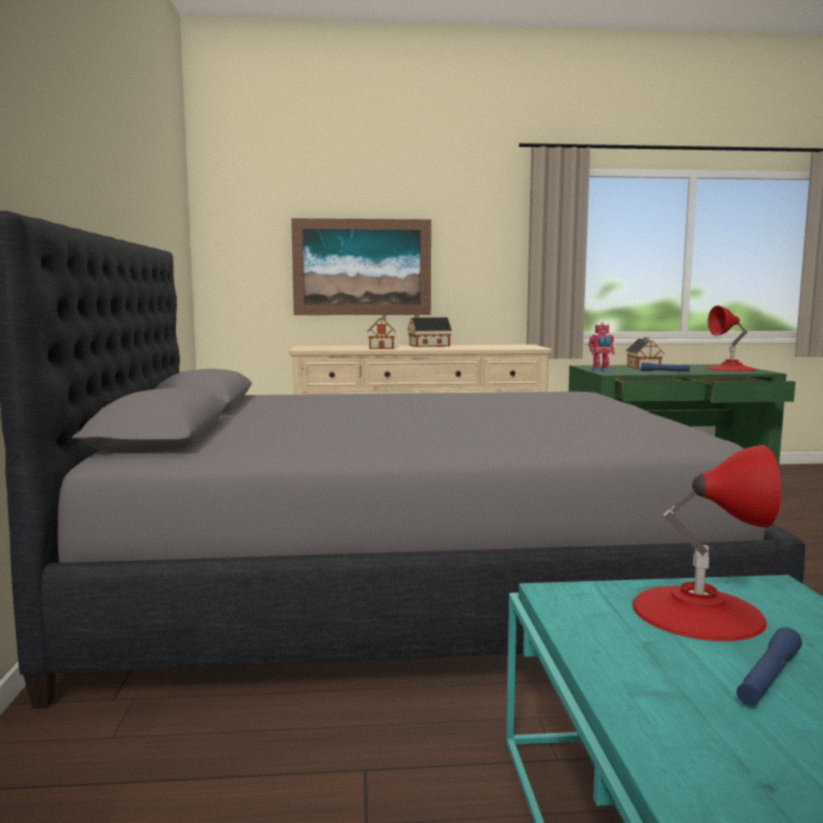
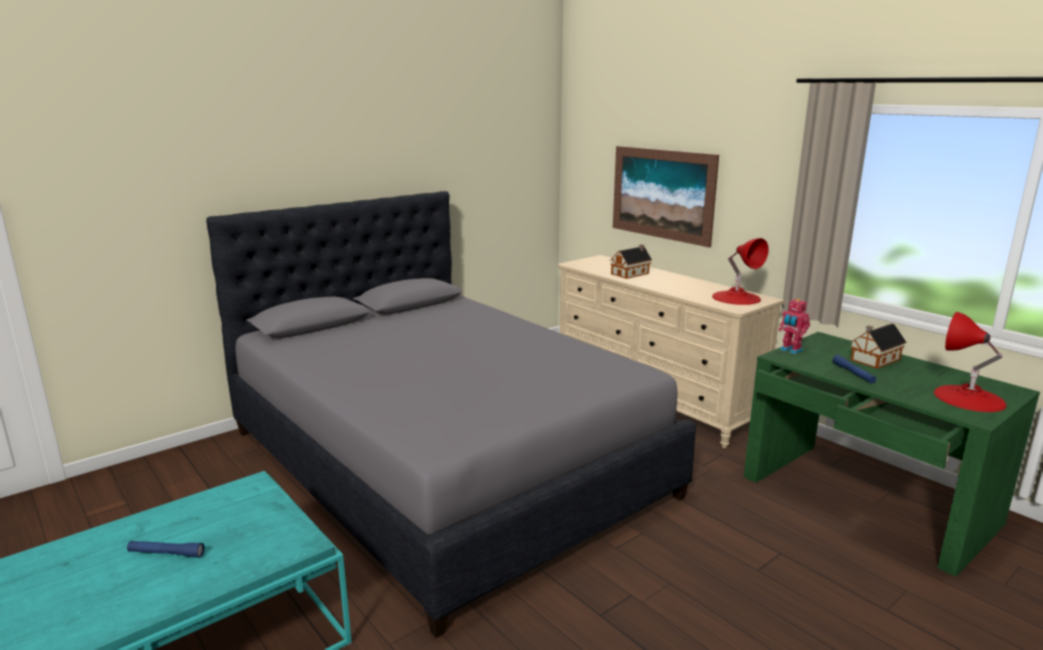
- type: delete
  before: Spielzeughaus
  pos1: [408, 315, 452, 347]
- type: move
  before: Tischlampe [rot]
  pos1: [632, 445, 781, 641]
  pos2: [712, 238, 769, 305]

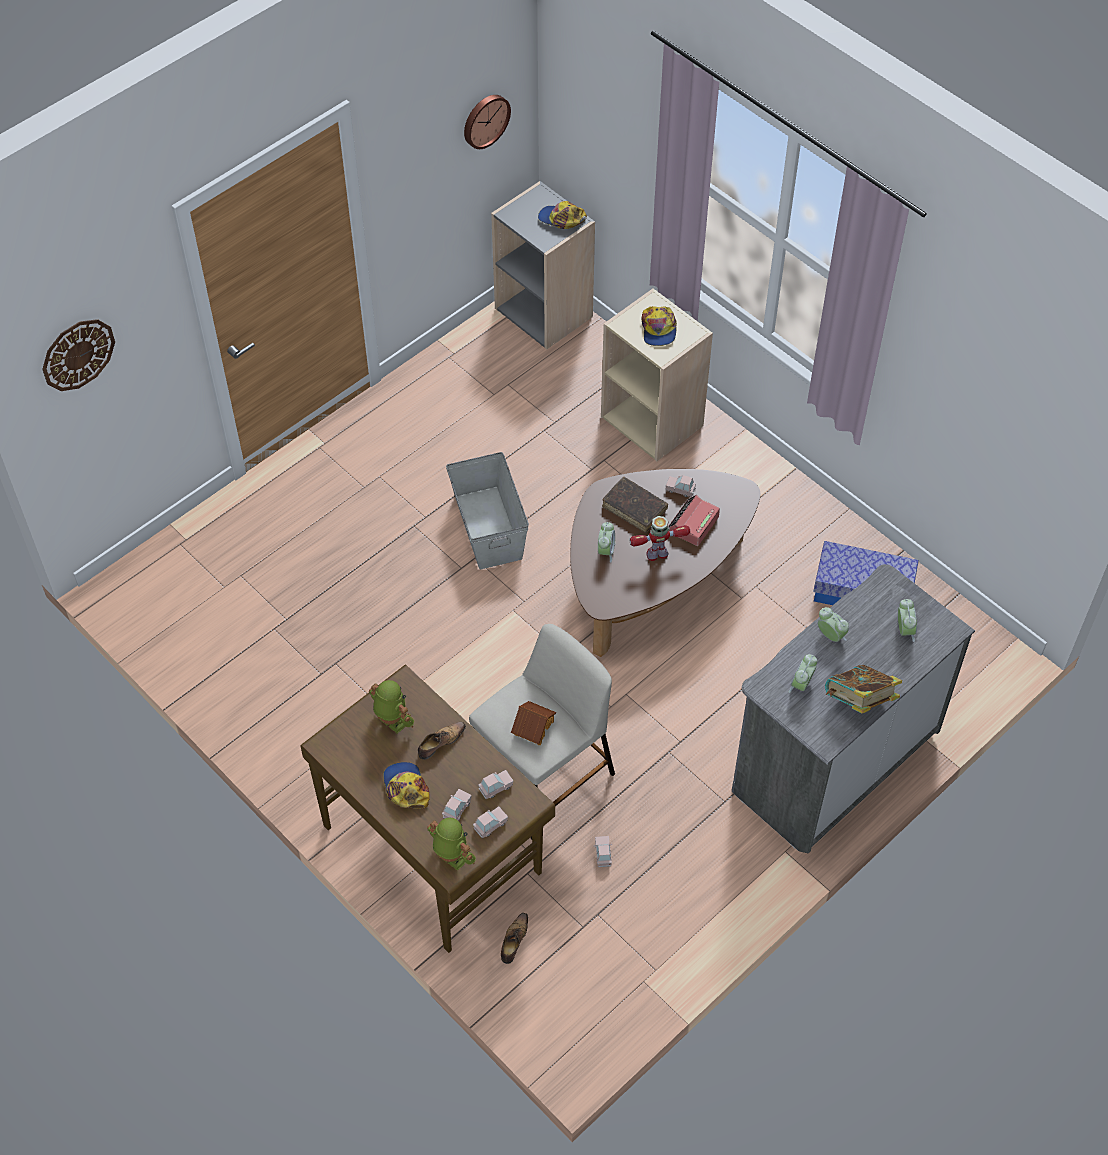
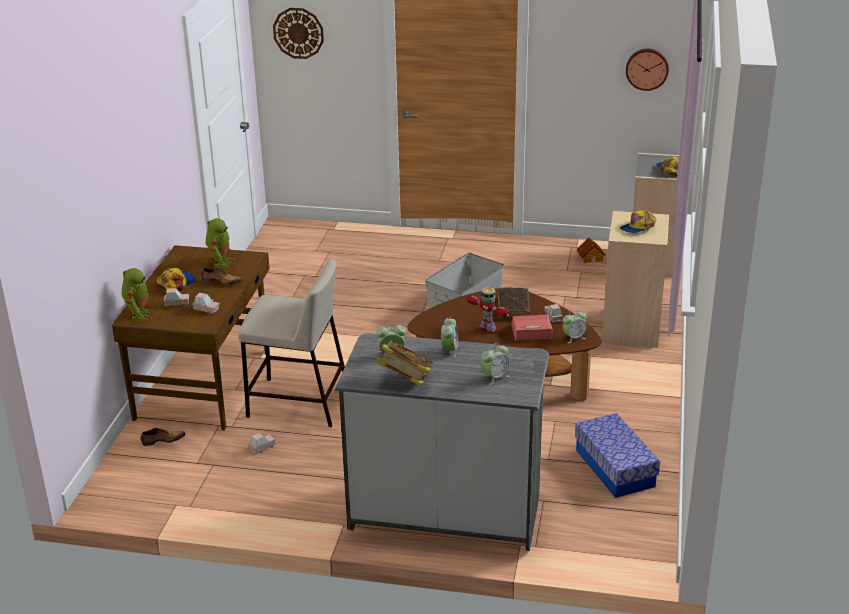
- type: move
  before: Wecker
  pos1: [598, 522, 616, 563]
  pos2: [563, 310, 586, 344]
- type: move
  before: Spielzeughaus
  pos1: [511, 701, 556, 745]
  pos2: [576, 237, 606, 263]
- type: delete
  before: Spielzeugauto [rosa]
  pos1: [473, 806, 508, 838]

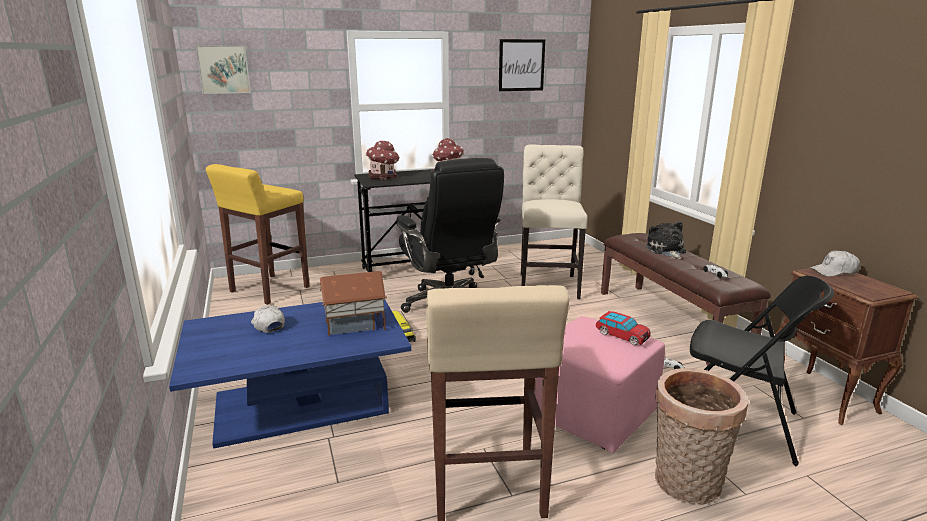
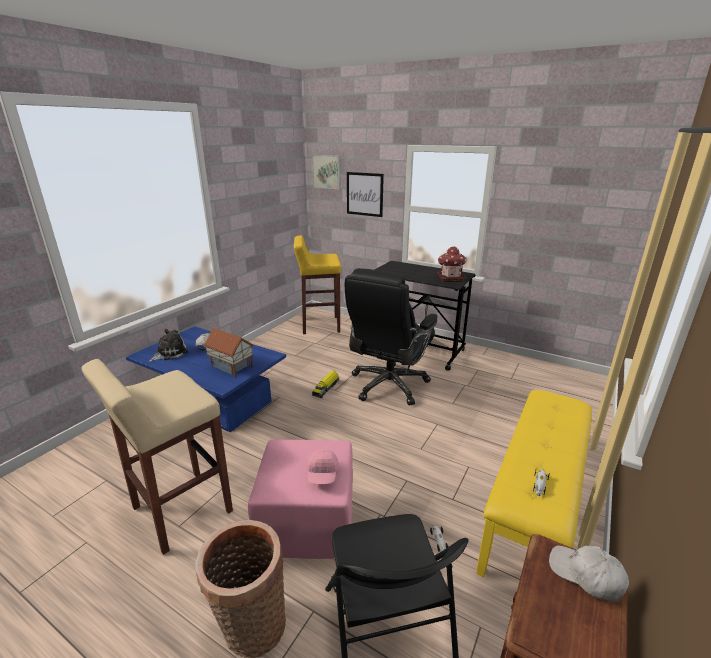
- type: move
  before: Bild
  pos1: [499, 39, 545, 91]
  pos2: [347, 172, 384, 217]
- type: delete
  before: Spielzeughaus
  pos1: [366, 141, 400, 180]
- type: delete
  before: Hocker [beige]
  pos1: [521, 145, 588, 299]
- type: move
  before: Plüschtier
  pos1: [646, 222, 686, 259]
  pos2: [149, 329, 189, 362]
- type: recolor
  before: Bank [braun]
  after: Bank [gelb]
  pos1: [601, 233, 771, 366]
  pos2: [476, 390, 592, 577]
- type: replace
  before: Spielzeugauto
  after: Kappe [rosa]
  pos1: [596, 311, 651, 345]
  pos2: [307, 449, 339, 484]

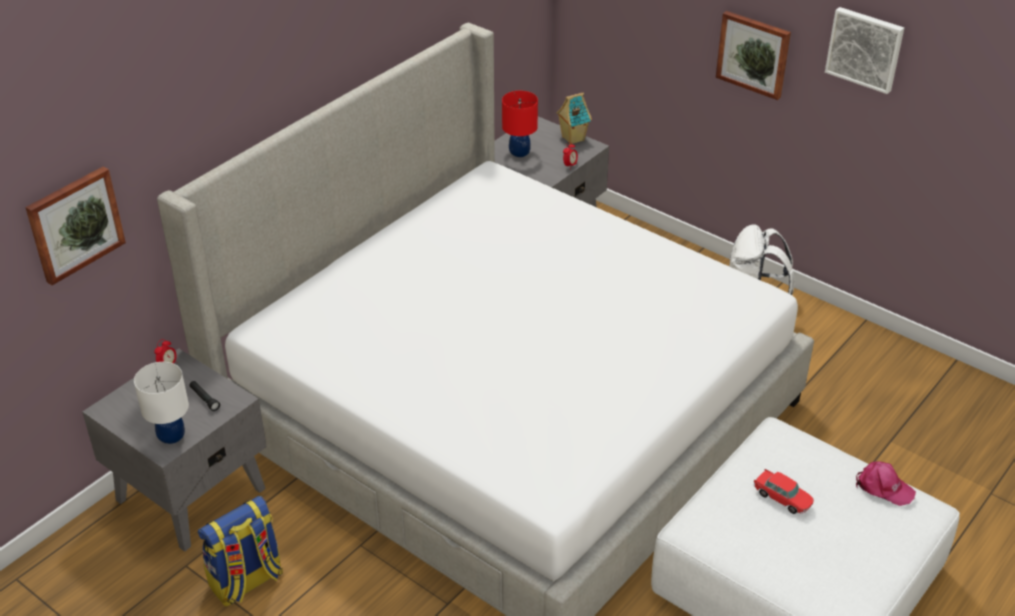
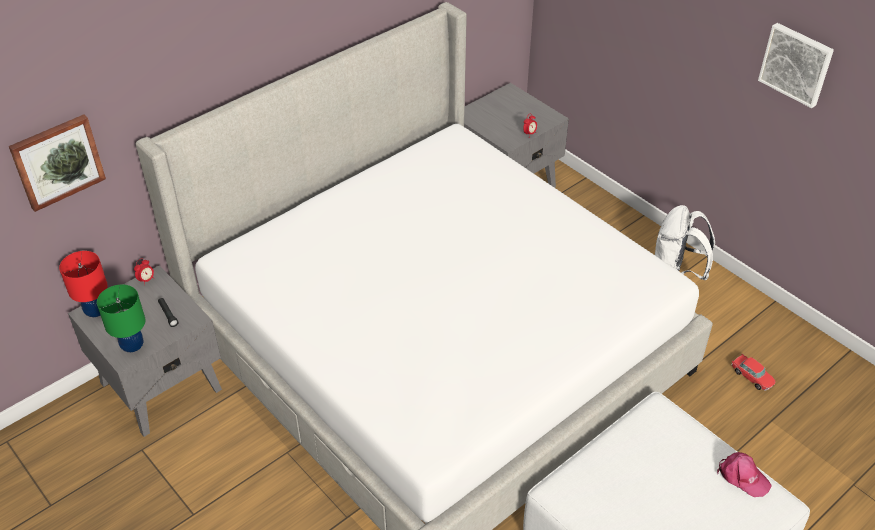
- type: delete
  before: Bild
  pos1: [716, 11, 791, 100]
- type: move
  before: Tischlampe [rot]
  pos1: [502, 91, 538, 157]
  pos2: [59, 251, 108, 317]
- type: delete
  before: Spielzeughaus
  pos1: [556, 92, 592, 145]
- type: recolor
  before: Tischlampe [weiß]
  after: Tischlampe [grün]
  pos1: [134, 362, 189, 444]
  pos2: [97, 285, 145, 353]
- type: move
  before: Spielzeugauto
  pos1: [754, 469, 814, 514]
  pos2: [731, 354, 775, 391]
- type: delete
  before: Rucksack
  pos1: [198, 496, 283, 607]

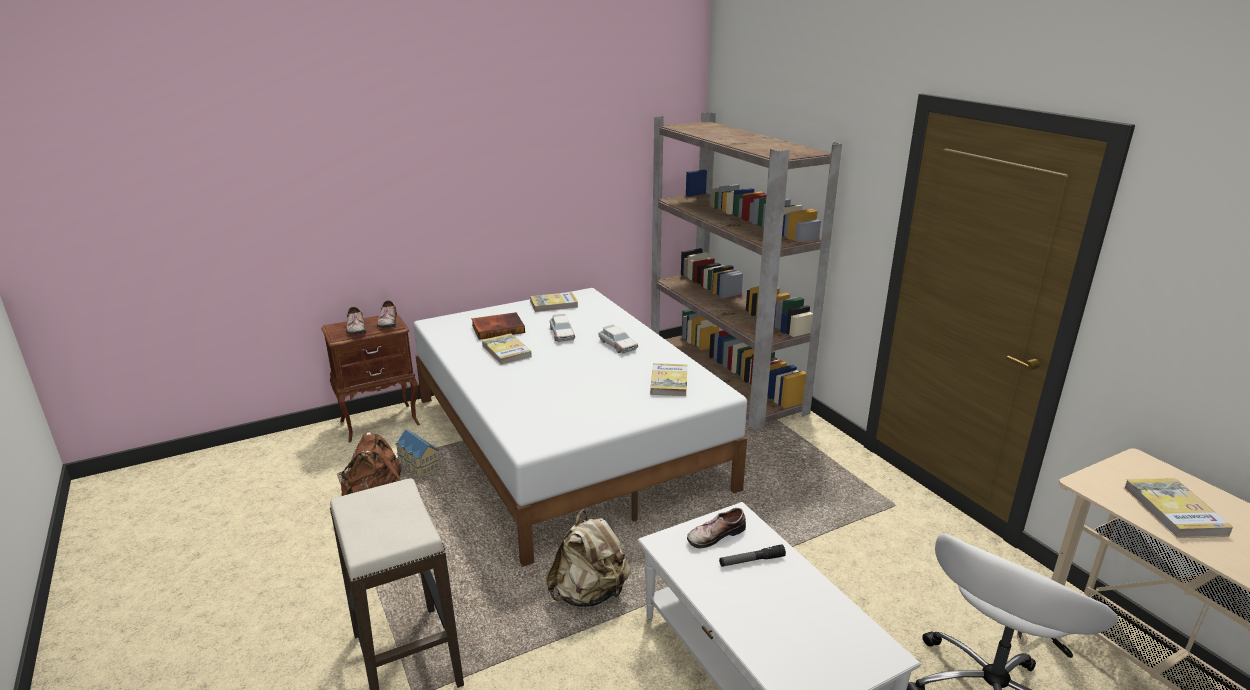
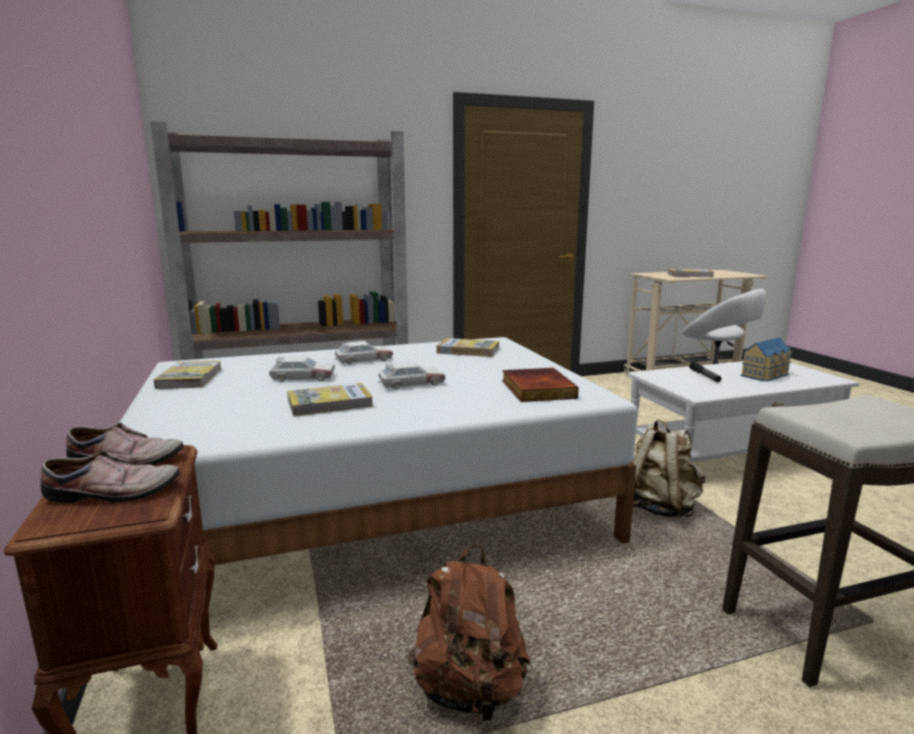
- type: move
  before: Buch
  pos1: [471, 312, 525, 340]
  pos2: [502, 368, 579, 402]
- type: move
  before: Spielzeughaus
  pos1: [395, 429, 441, 478]
  pos2: [741, 337, 793, 382]
- type: delete
  before: Schuh
  pos1: [687, 508, 746, 549]
- type: insert
  after: Spielzeugauto
  pos2: [378, 362, 446, 390]

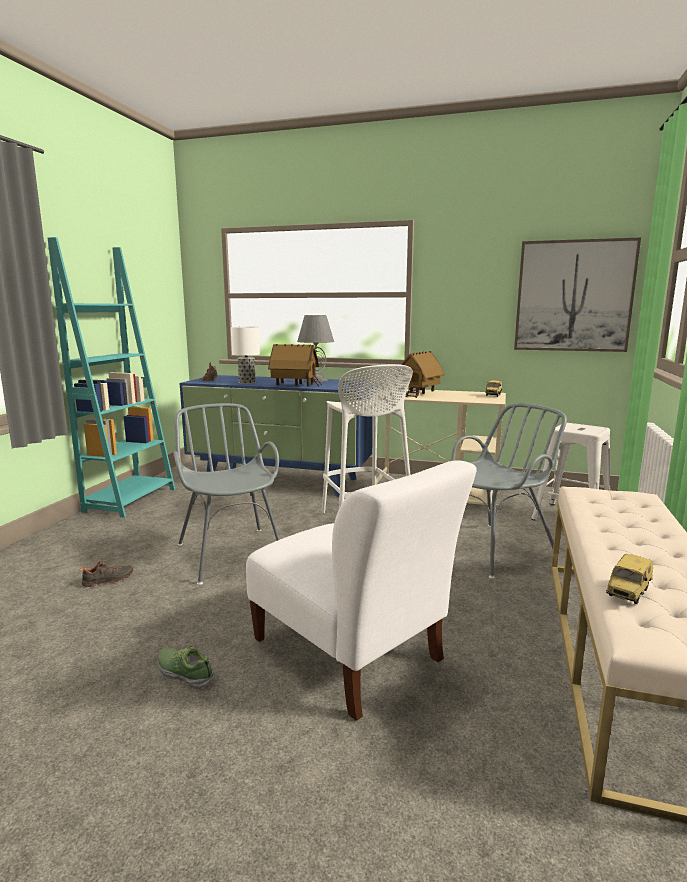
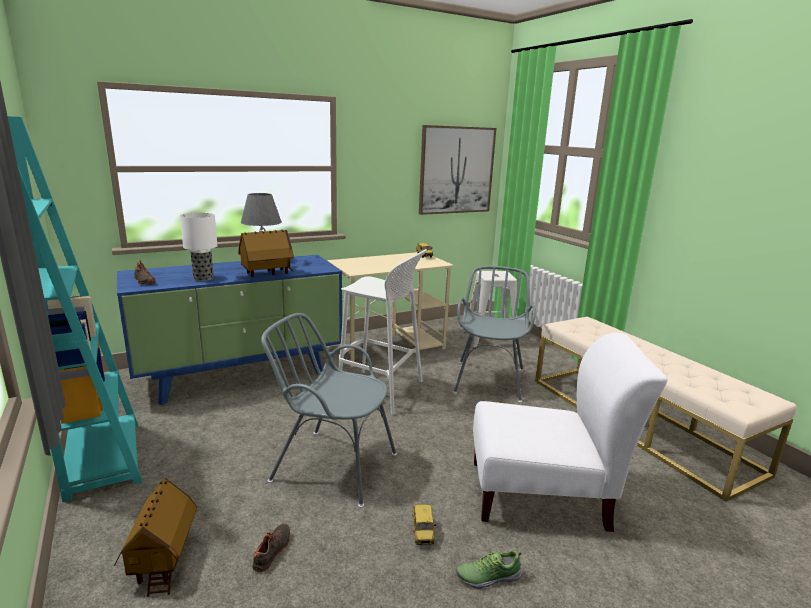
- type: move
  before: Spielzeughaus
  pos1: [397, 351, 445, 398]
  pos2: [114, 478, 197, 597]
- type: move
  before: Spielzeugauto
  pos1: [606, 554, 653, 604]
  pos2: [412, 504, 436, 545]

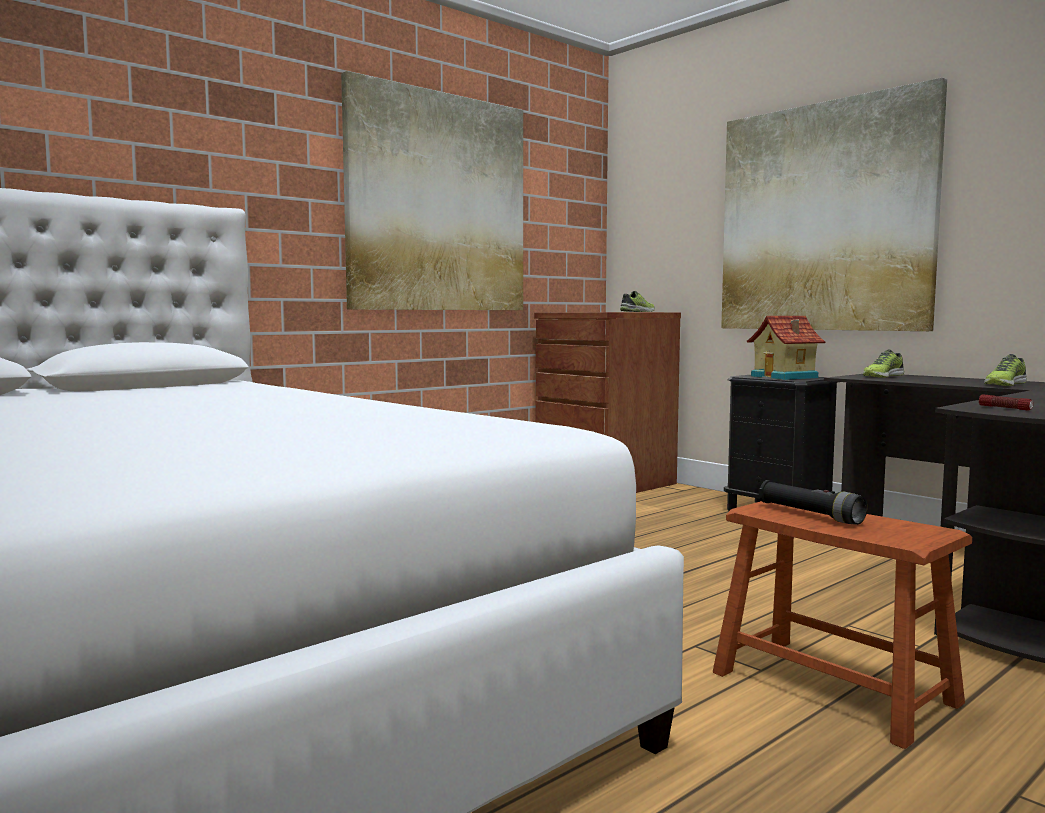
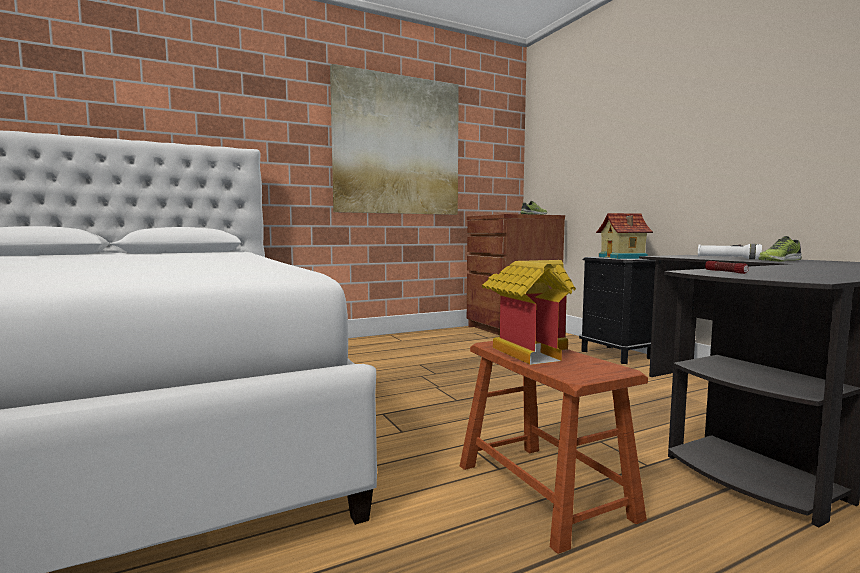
- type: delete
  before: Bild
  pos1: [721, 77, 947, 331]
- type: delete
  before: Schuh
  pos1: [863, 349, 904, 378]
- type: replace
  before: Taschenlampe [schwarz]
  after: Spielzeughaus
  pos1: [758, 480, 867, 525]
  pos2: [482, 260, 576, 365]
- type: insert
  after: Taschenlampe [weiß]
  pos2: [698, 244, 762, 259]

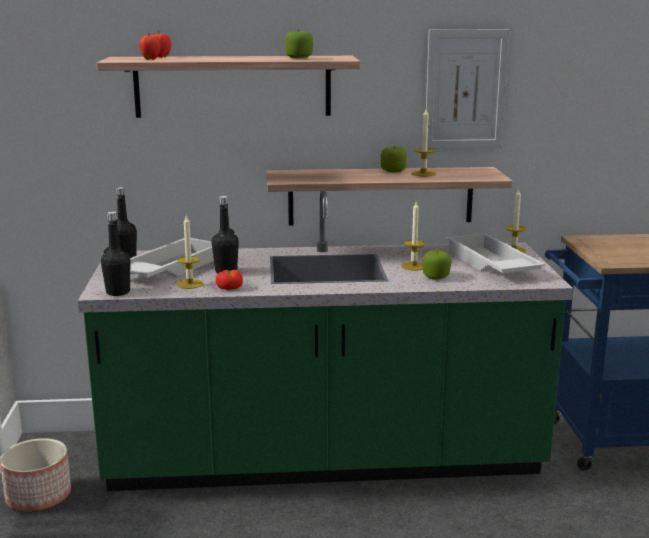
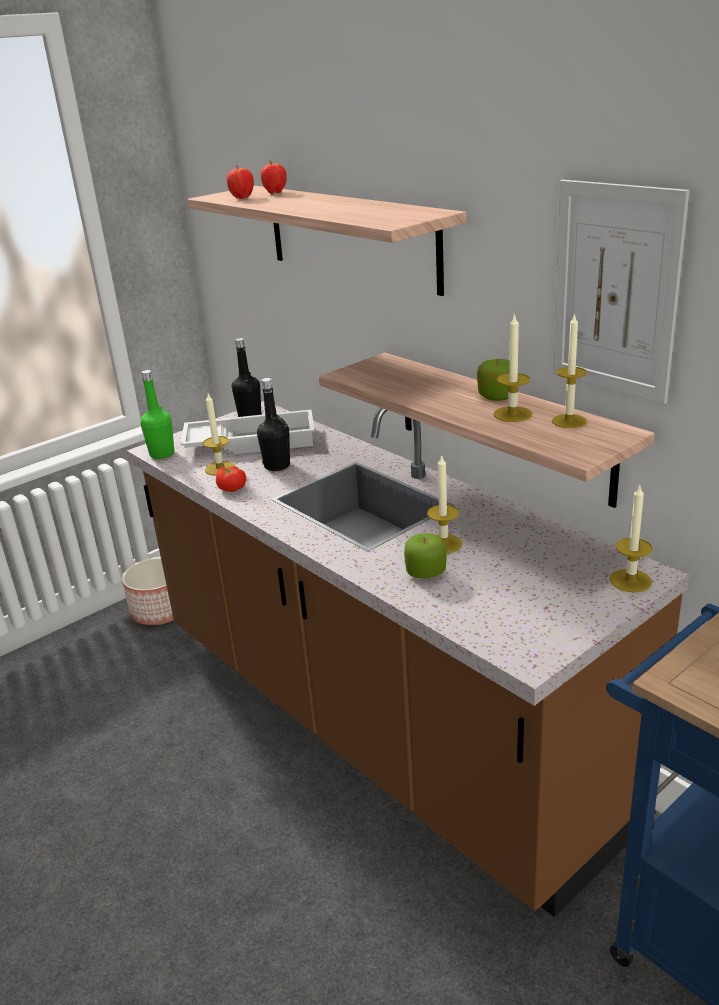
- type: delete
  before: Apfel
  pos1: [285, 29, 313, 58]
- type: recolor
  before: Küchenzeile [grün]
  after: Küchenzeile [braun]
  pos1: [78, 191, 573, 491]
  pos2: [127, 401, 689, 917]
- type: recolor
  before: Flasche [schwarz]
  after: Flasche [grün]
  pos1: [101, 211, 130, 296]
  pos2: [140, 370, 174, 459]
- type: delete
  before: Tablett [weiß]
  pos1: [446, 233, 545, 273]
- type: insert
  after: Kerze
  pos2: [552, 313, 587, 428]

